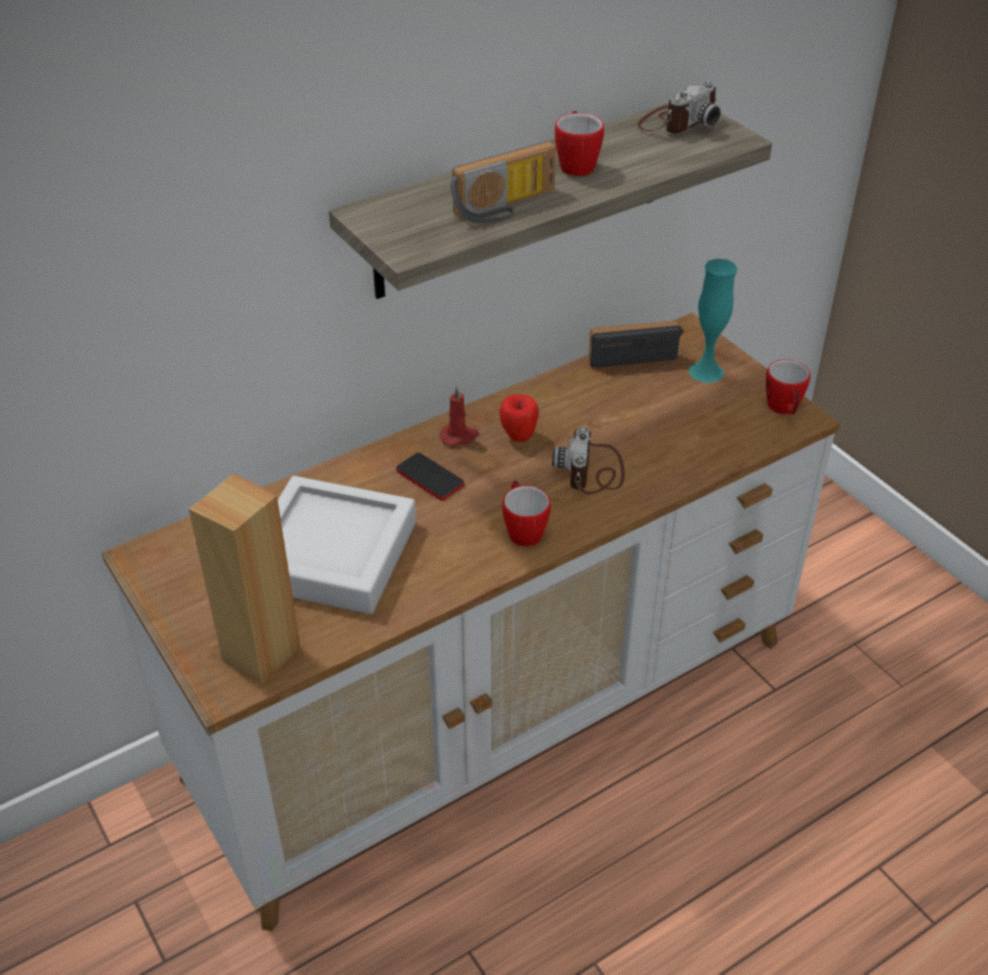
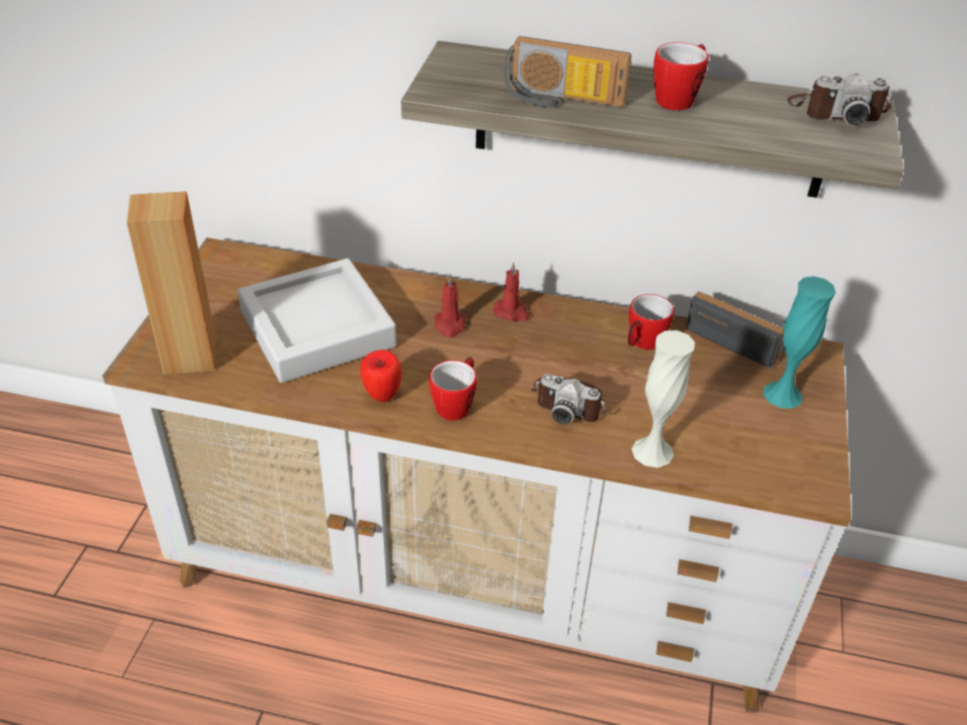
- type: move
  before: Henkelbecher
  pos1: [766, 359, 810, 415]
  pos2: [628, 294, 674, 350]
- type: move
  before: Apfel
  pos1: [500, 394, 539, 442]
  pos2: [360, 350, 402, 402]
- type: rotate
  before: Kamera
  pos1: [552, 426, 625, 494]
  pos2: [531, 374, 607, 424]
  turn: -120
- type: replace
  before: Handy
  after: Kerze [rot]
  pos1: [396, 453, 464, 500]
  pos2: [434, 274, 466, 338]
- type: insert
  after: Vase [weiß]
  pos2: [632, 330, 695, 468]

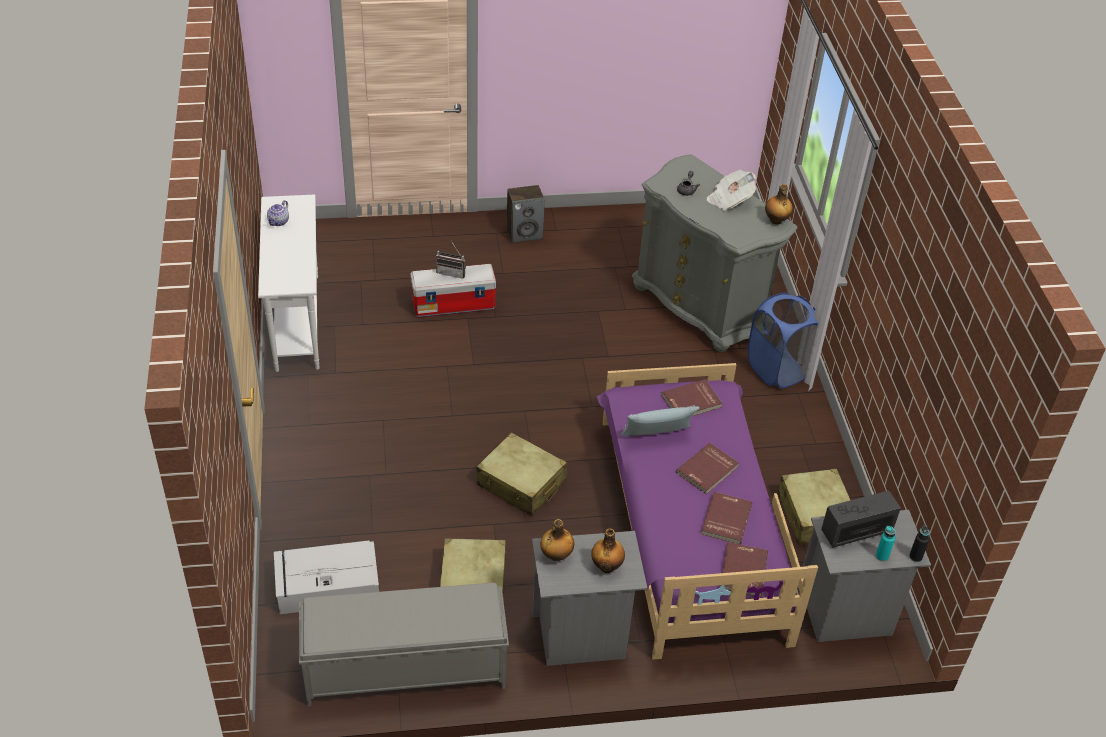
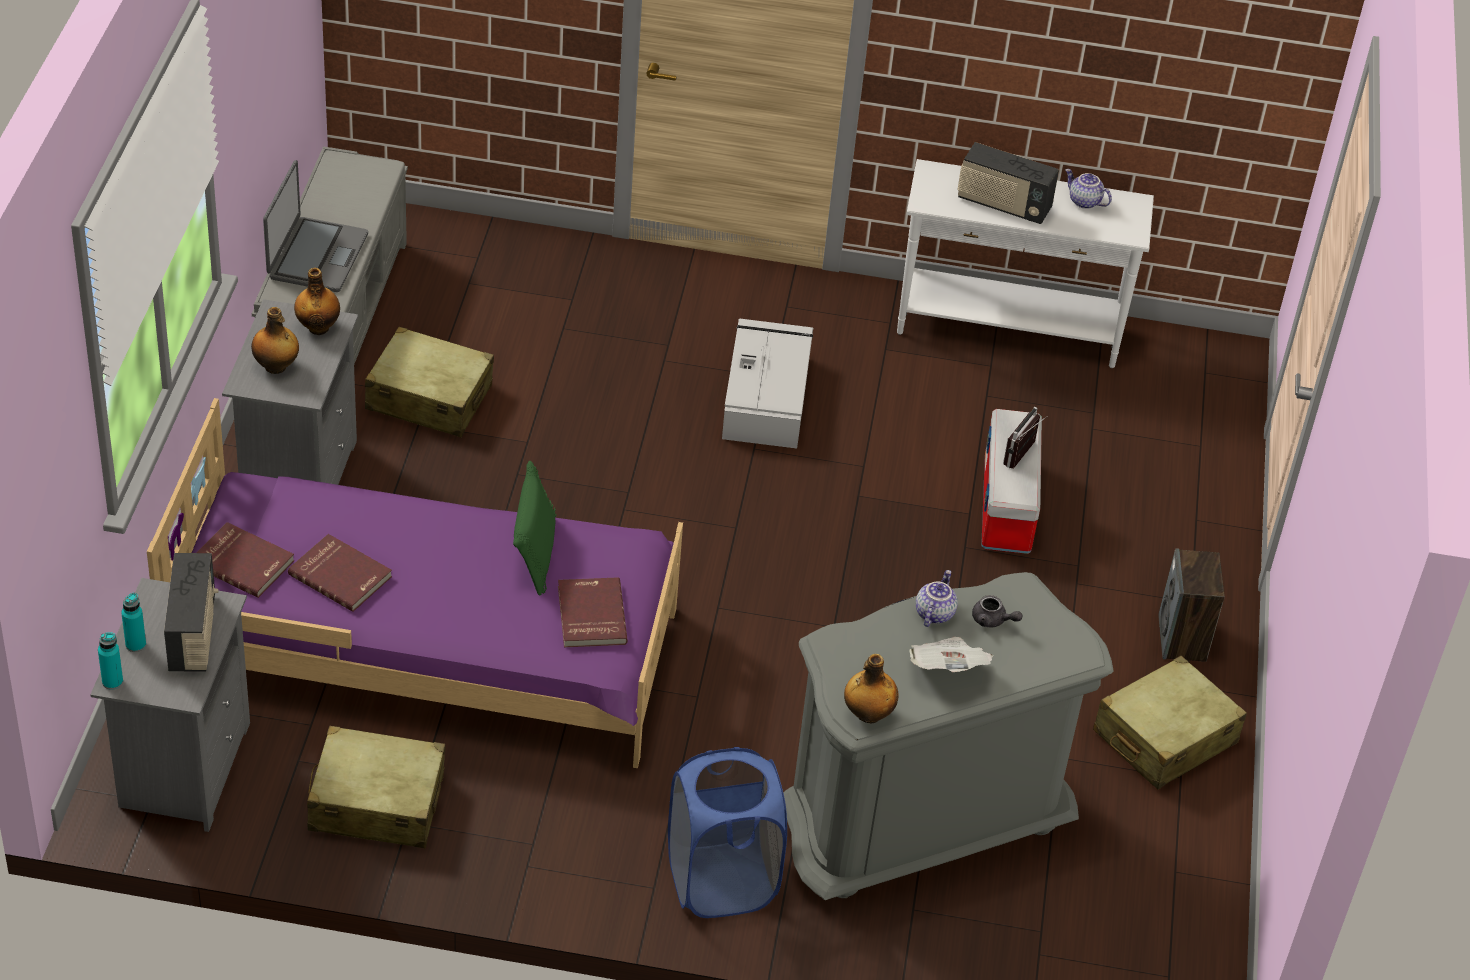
- type: recolor
  before: Kissen [blau]
  after: Kissen [grün]
  pos1: [621, 405, 700, 436]
  pos2: [513, 461, 557, 596]
- type: move
  before: Koffer [beige]
  pos1: [476, 432, 567, 516]
  pos2: [1093, 656, 1247, 789]
- type: delete
  before: Buch [rot]
  pos1: [676, 443, 739, 494]
- type: recolor
  before: Flasche [schwarz]
  after: Flasche [türkis]
  pos1: [909, 525, 930, 562]
  pos2: [98, 632, 123, 690]
- type: move
  before: Aufbewahrungsbox [grau]
  pos1: [274, 540, 379, 614]
  pos2: [722, 318, 813, 449]
- type: insert
  after: Radio
  pos2: [957, 142, 1059, 224]
- type: insert
  after: Laptop
  pos2: [263, 160, 368, 292]
- type: insert
  after: Teekanne
  pos2: [916, 570, 958, 627]

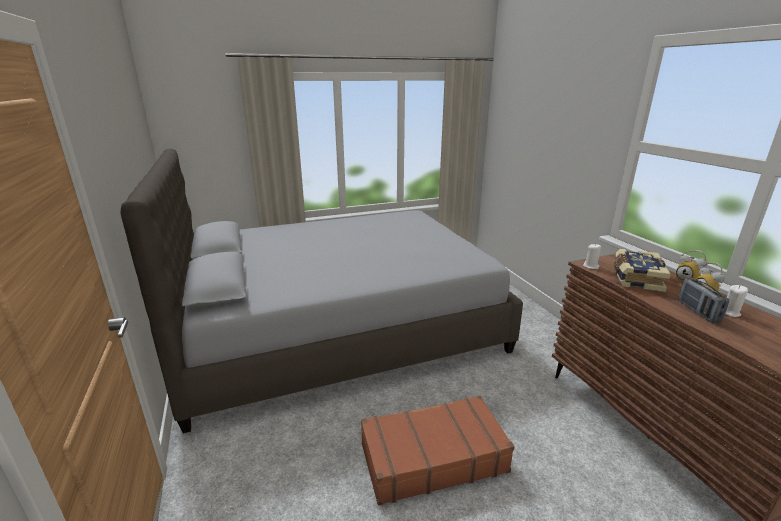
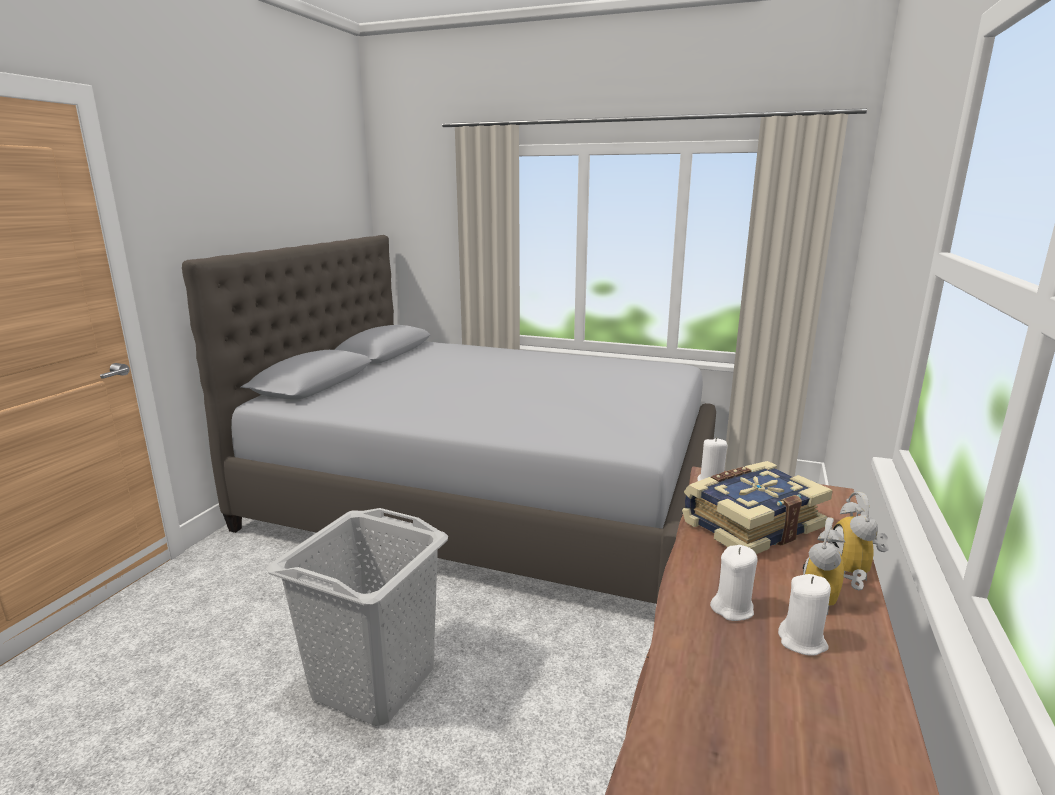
- type: replace
  before: Radio
  after: Kerze [weiß]
  pos1: [678, 278, 729, 323]
  pos2: [710, 545, 758, 621]
- type: replace
  before: Koffer [braun]
  after: Wäschekorb [grau]
  pos1: [361, 396, 515, 506]
  pos2: [266, 508, 448, 726]

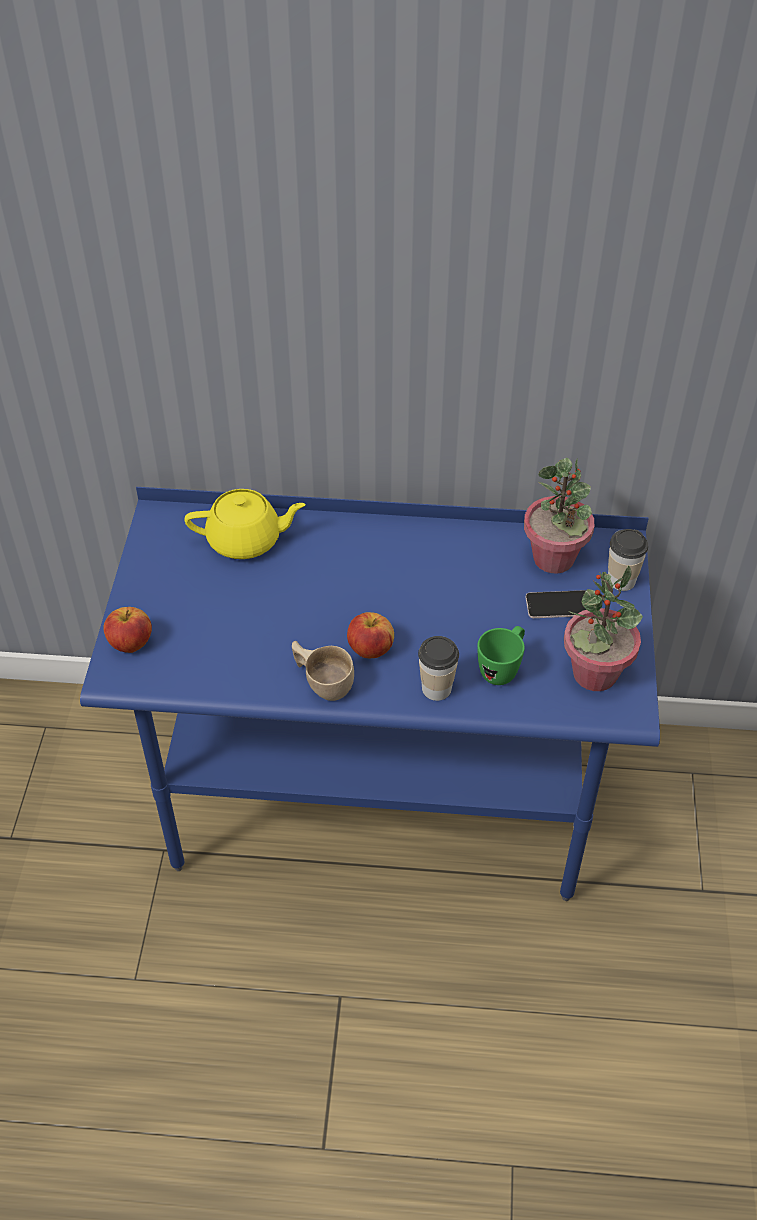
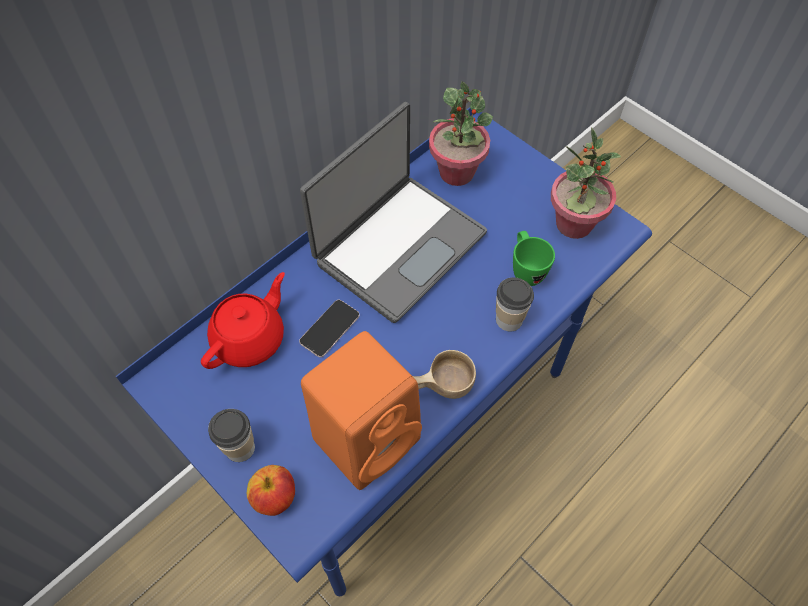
- type: recolor
  before: Teekanne [gelb]
  after: Teekanne [rot]
  pos1: [184, 489, 306, 559]
  pos2: [201, 272, 285, 369]
- type: move
  before: Tasse
  pos1: [608, 529, 648, 591]
  pos2: [208, 409, 255, 462]
- type: move
  before: Handy
  pos1: [526, 590, 587, 618]
  pos2: [299, 300, 360, 358]
- type: delete
  before: Apfel
  pos1: [347, 612, 394, 658]
- type: insert
  after: Laptop
  pos2: [300, 102, 487, 323]
- type: insert
  after: Lautsprecher [orange]
  pos2: [301, 331, 422, 490]

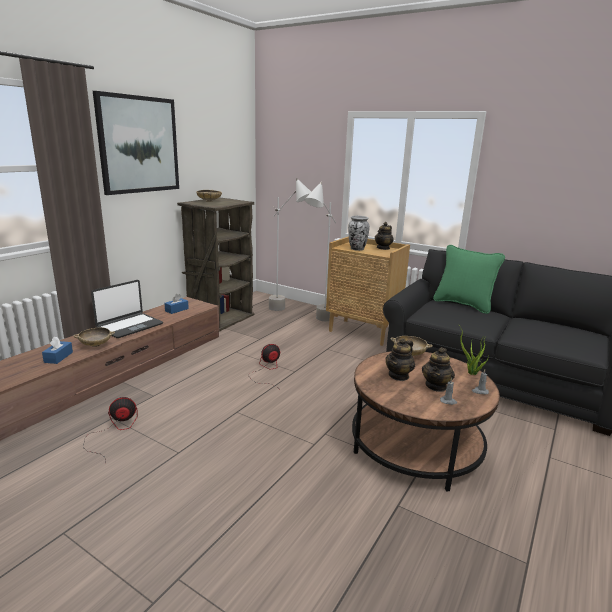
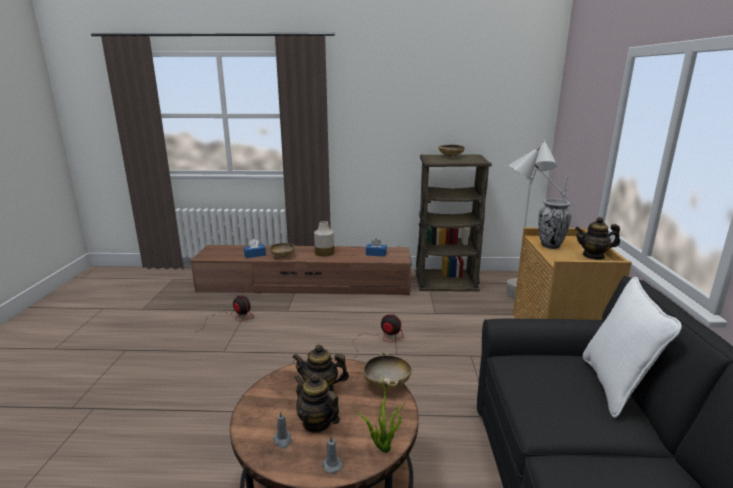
- type: delete
  before: Bild
  pos1: [93, 91, 179, 195]
- type: recolor
  before: Kissen [grün]
  after: Kissen [weiß]
  pos1: [433, 245, 505, 314]
  pos2: [583, 277, 682, 418]
- type: replace
  before: Laptop
  after: Vase [beige]
  pos1: [91, 280, 163, 338]
  pos2: [314, 221, 334, 257]
- type: rotate
  before: Teekanne
  pos1: [422, 347, 455, 392]
  pos2: [294, 374, 340, 433]
  turn: 45

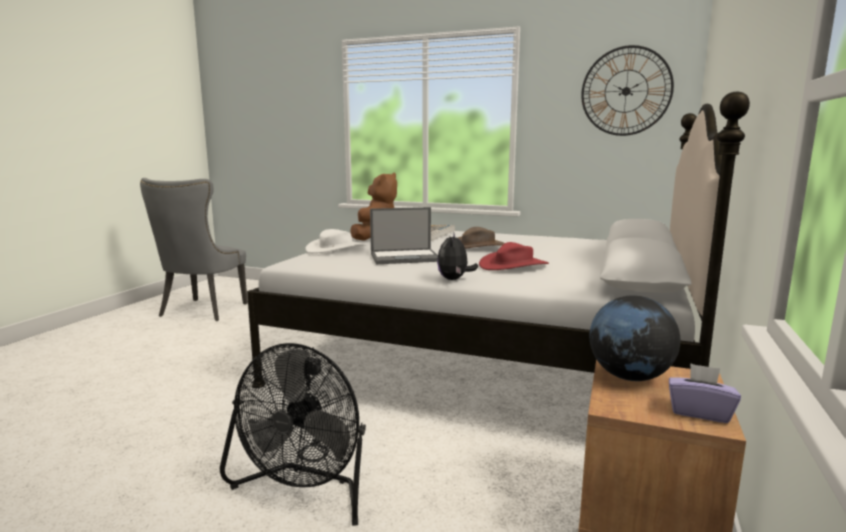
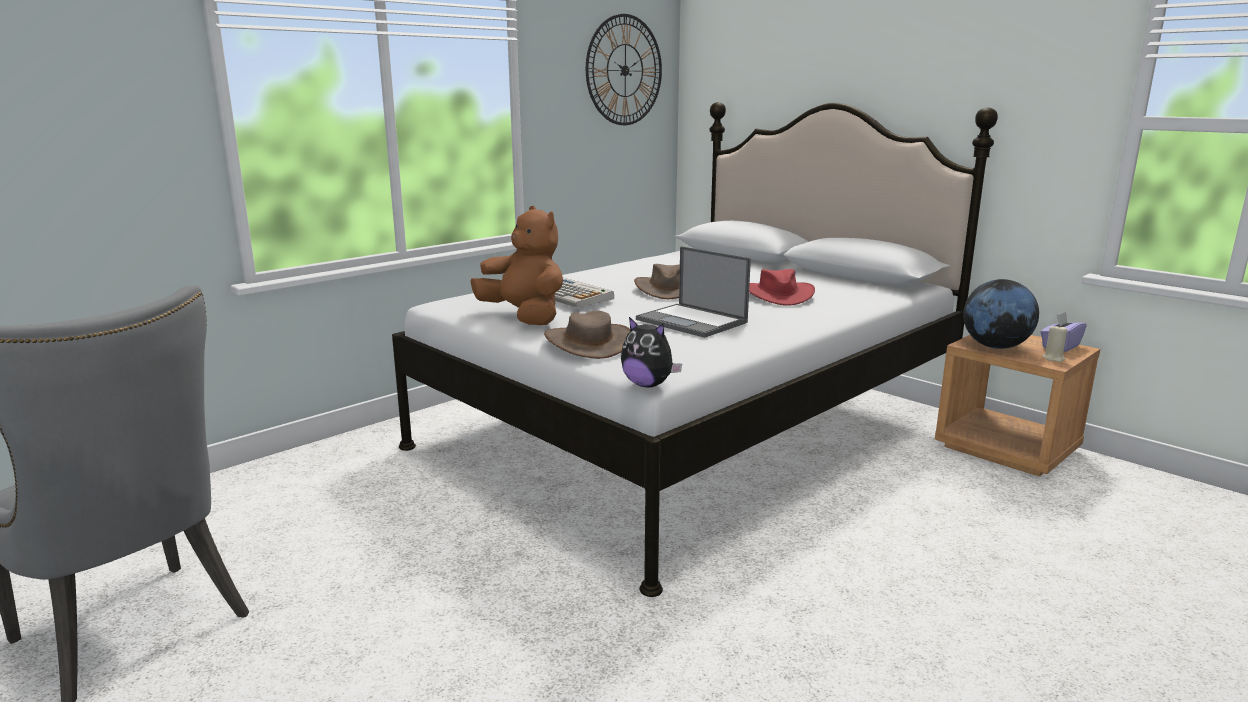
- type: rotate
  before: Laptop
  pos1: [370, 207, 438, 264]
  pos2: [636, 246, 751, 338]
  turn: 120
- type: recolor
  before: Hut [weiß]
  after: Hut [braun]
  pos1: [305, 229, 366, 253]
  pos2: [544, 311, 630, 359]
- type: move
  before: Plüschtier
  pos1: [437, 232, 478, 280]
  pos2: [621, 317, 682, 387]
- type: delete
  before: Ventilator [schwarz]
  pos1: [220, 343, 366, 526]
- type: insert
  after: Kerze [beige]
  pos2: [1043, 324, 1068, 362]

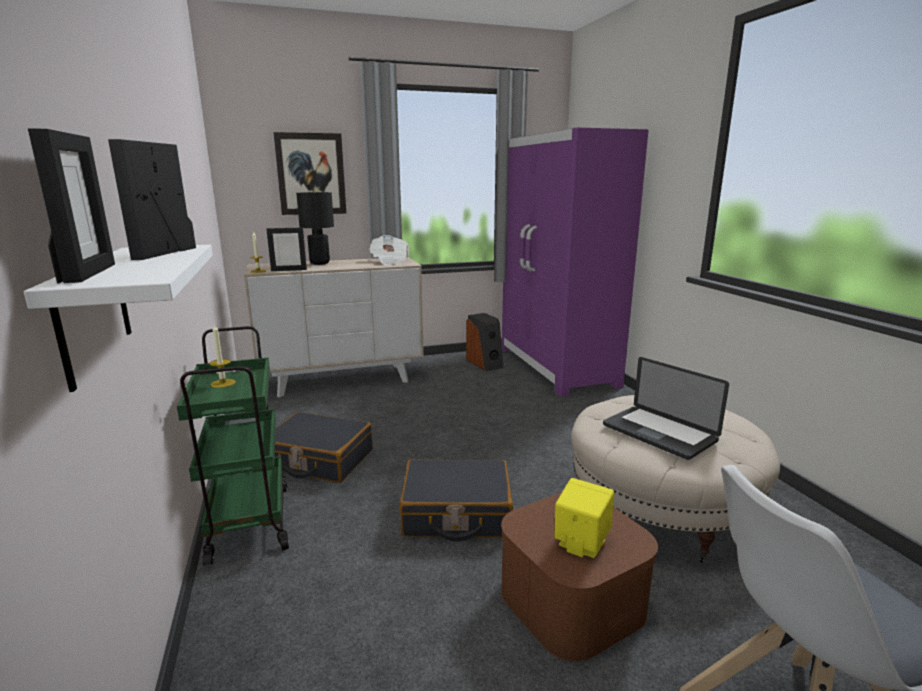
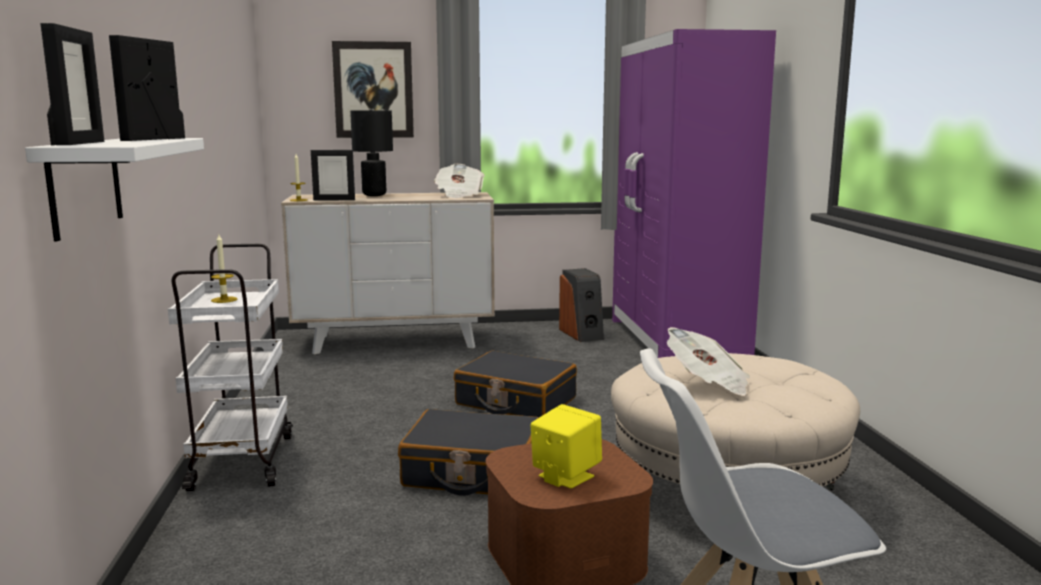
- type: recolor
  before: Rollwagen [grün]
  after: Rollwagen [weiß]
  pos1: [177, 326, 289, 566]
  pos2: [168, 244, 293, 491]
- type: replace
  before: Laptop
  after: Zeitung
  pos1: [603, 357, 729, 460]
  pos2: [667, 327, 750, 396]
- type: move
  before: Koffer [schwarz]
  pos1: [274, 412, 373, 483]
  pos2: [453, 350, 577, 417]

